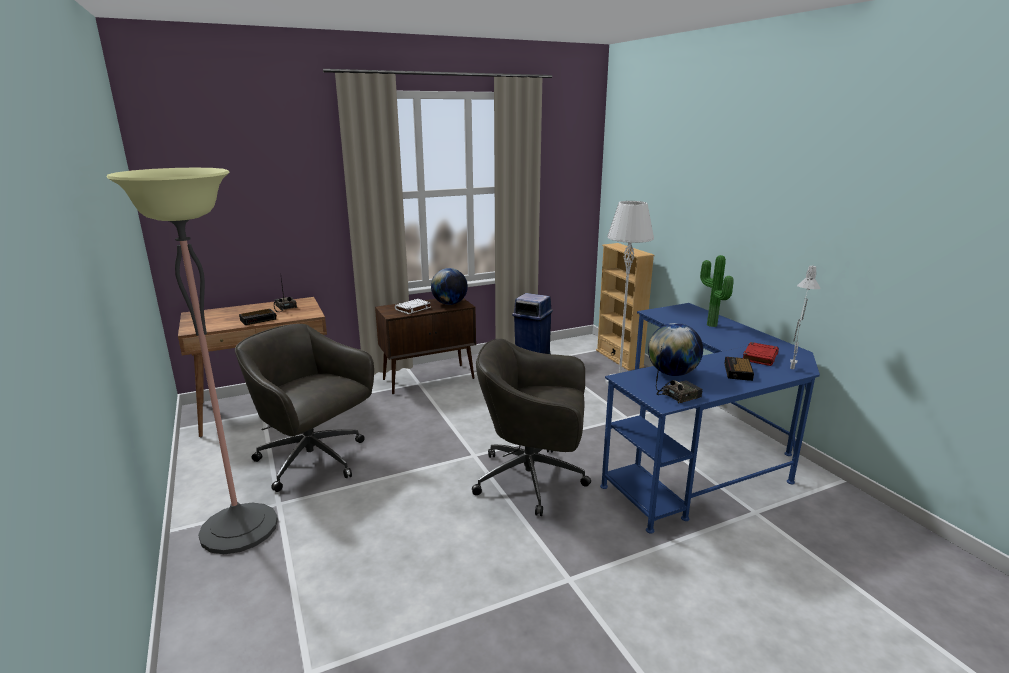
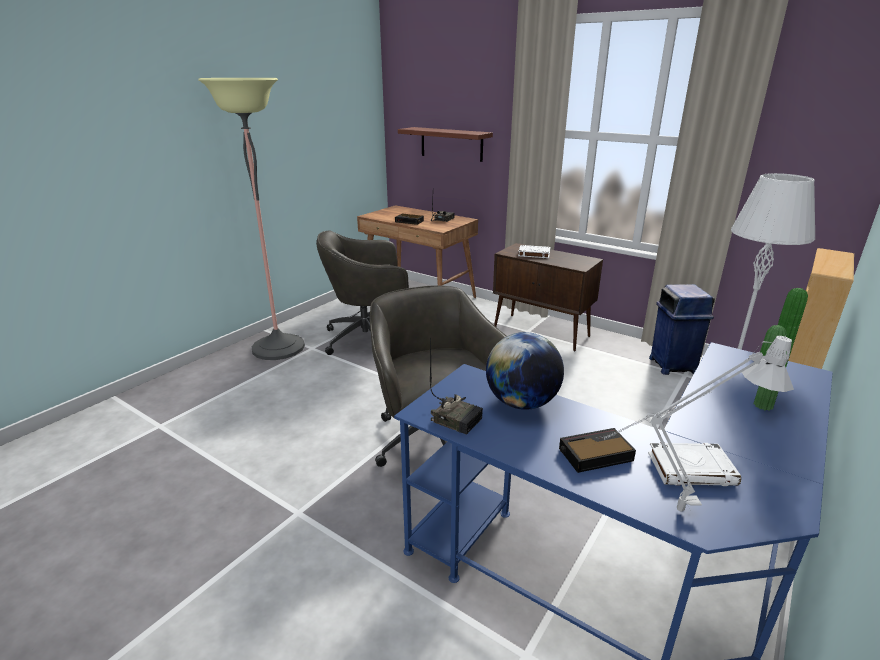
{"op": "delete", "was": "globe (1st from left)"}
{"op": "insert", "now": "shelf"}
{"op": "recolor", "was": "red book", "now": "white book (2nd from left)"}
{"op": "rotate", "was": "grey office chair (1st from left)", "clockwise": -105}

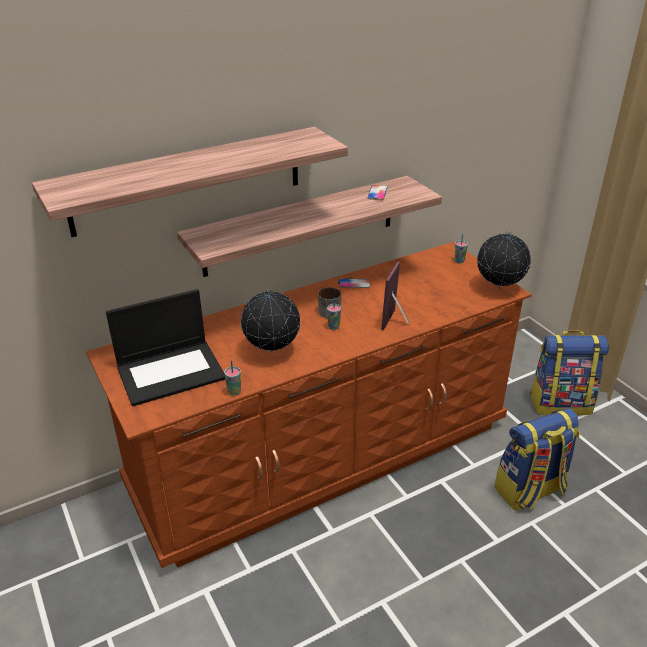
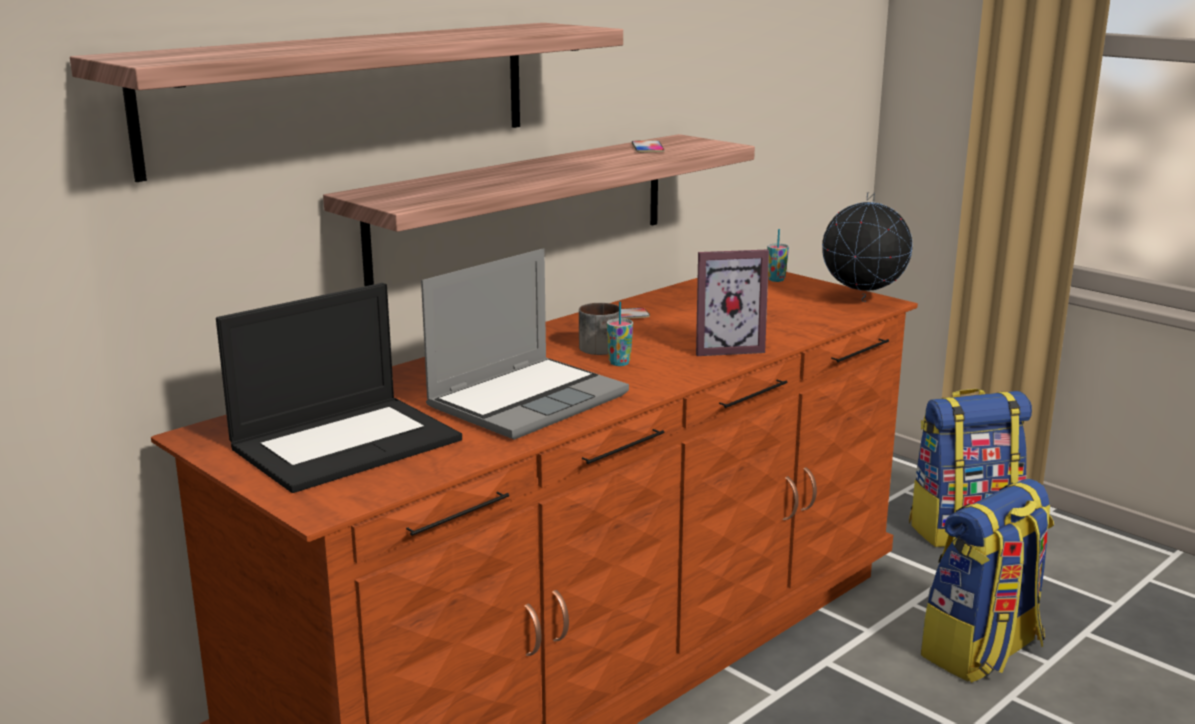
{"op": "delete", "was": "cup (1st from left)"}
{"op": "replace", "was": "globe (1st from left)", "now": "laptop (2nd from left)"}
{"op": "rotate", "was": "picture frame", "clockwise": -105}

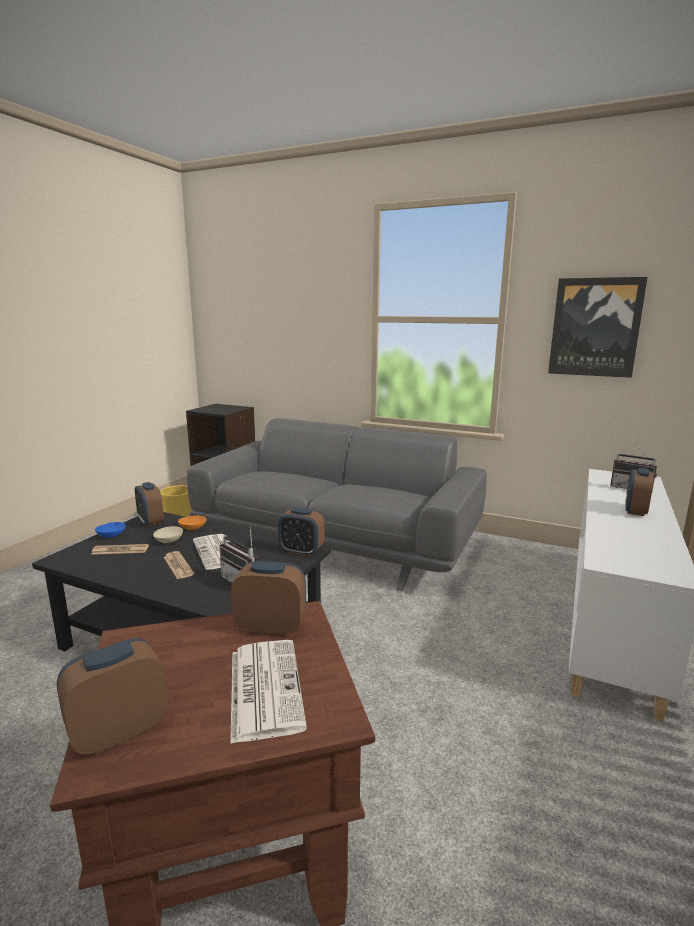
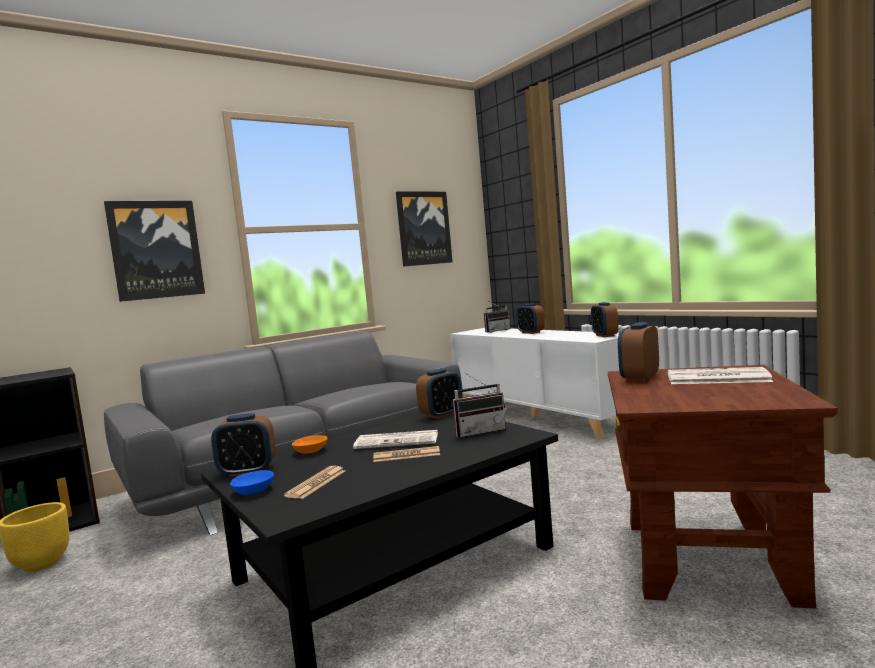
{"op": "delete", "was": "beige bowl"}
{"op": "insert", "now": "picture (1st from left)"}
{"op": "move", "was": "alarm clock (1st from left in the first image)", "now": "alarm clock (4th from left)"}

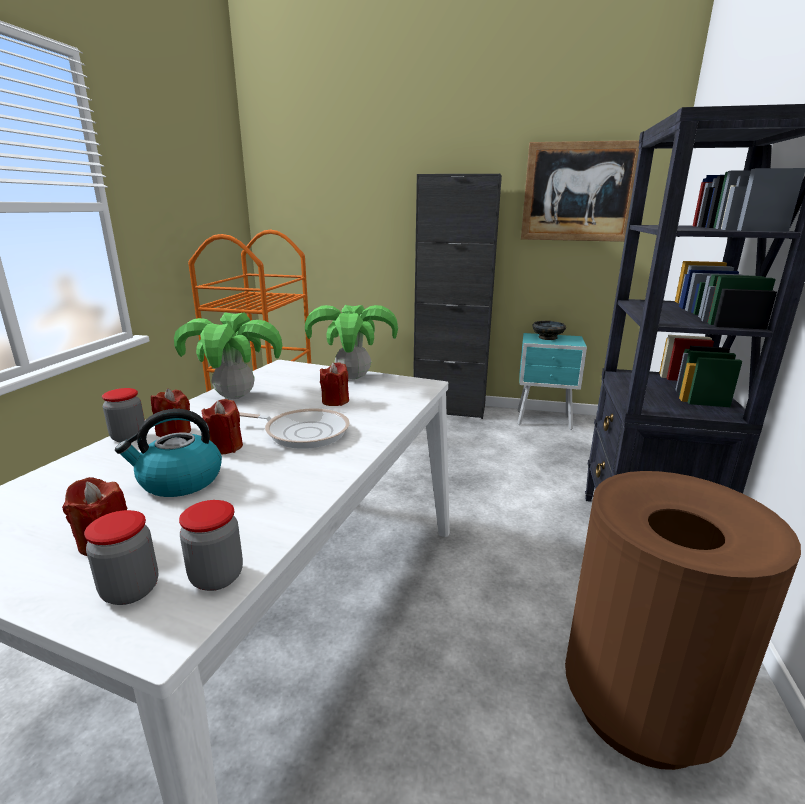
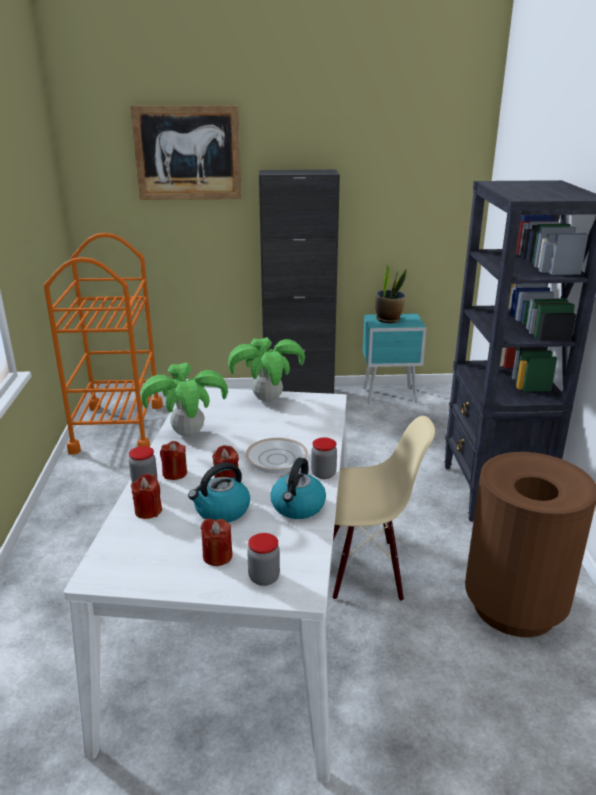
{"op": "insert", "now": "kettle (2nd from left)"}
{"op": "insert", "now": "beige chair"}
{"op": "move", "was": "jar (3rd from left)"}
{"op": "move", "was": "red candle (4th from left in the first image)", "now": "red candle (1st from left)"}
{"op": "move", "was": "picture"}
{"op": "replace", "was": "black bowl", "now": "potted plant (3rd from left)"}

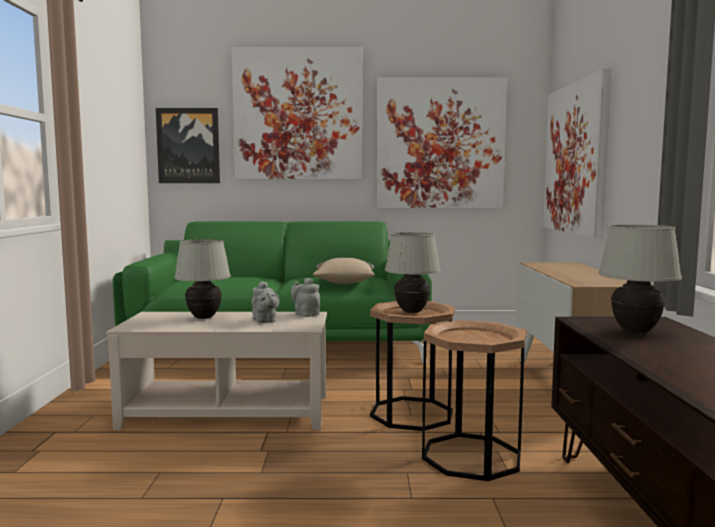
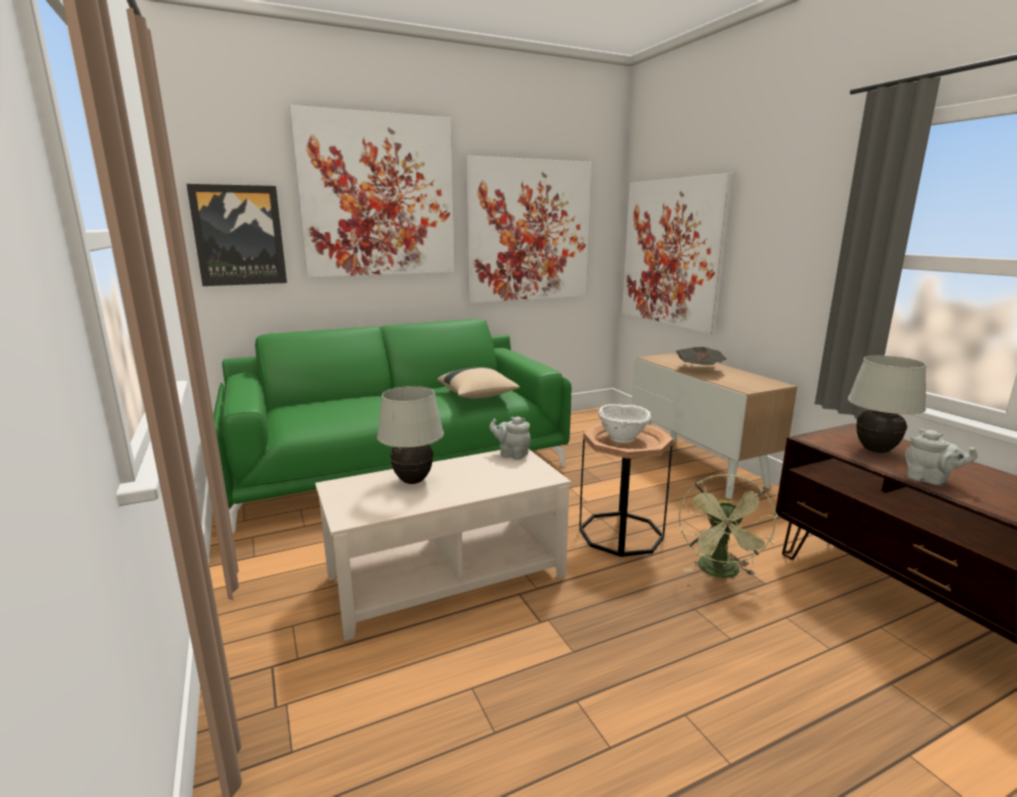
{"op": "insert", "now": "newspaper"}
{"op": "move", "was": "grey teapot (1st from left in the first image)", "now": "grey teapot (2nd from left)"}
{"op": "replace", "was": "white table lamp (2nd from left)", "now": "white bowl"}
{"op": "replace", "was": "brown side table (2nd from left)", "now": "green fan"}

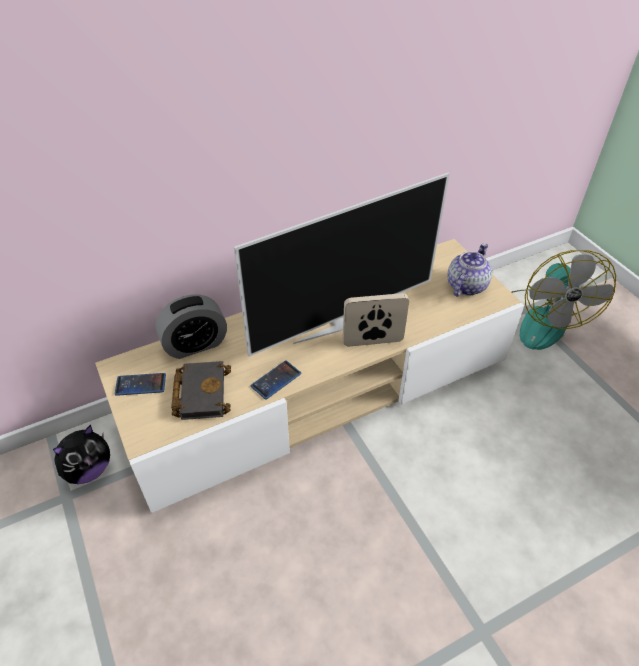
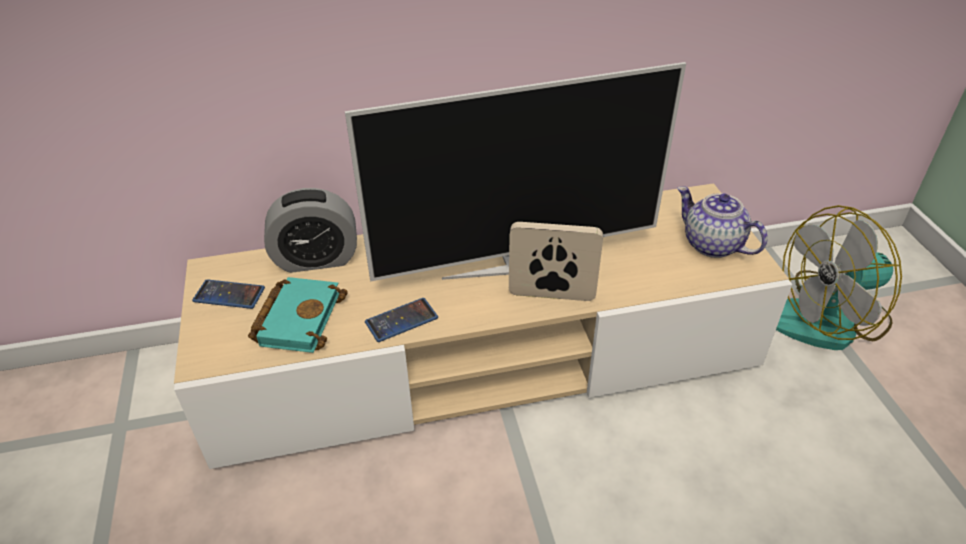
{"op": "delete", "was": "plush toy"}
{"op": "recolor", "was": "black book", "now": "turquoise book"}
{"op": "rotate", "was": "teapot", "clockwise": -90}
{"op": "rotate", "was": "fan", "clockwise": 60}

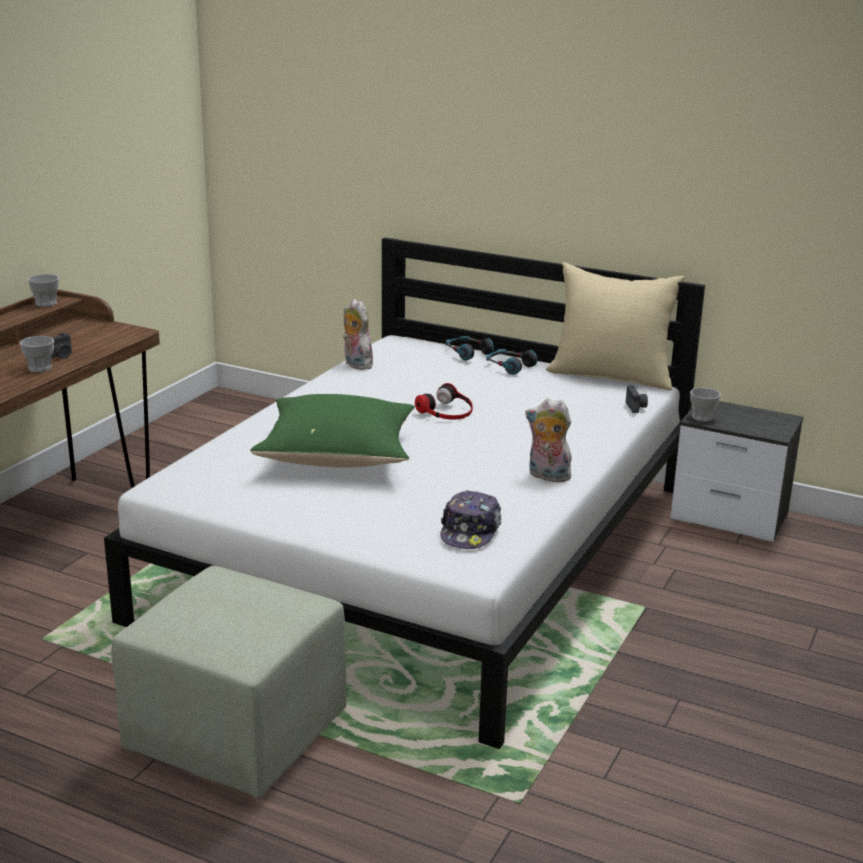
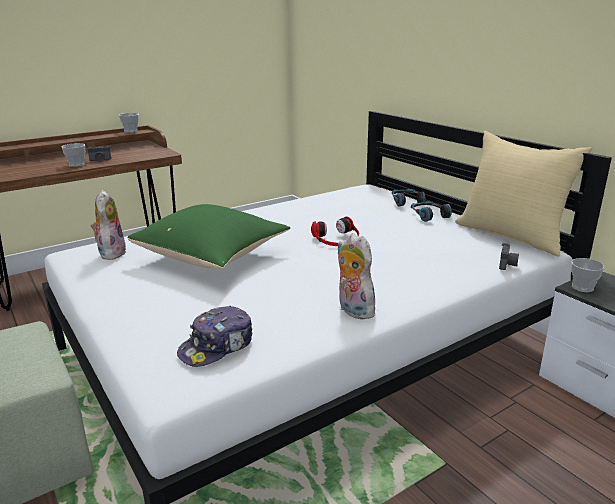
{"op": "move", "was": "plush toy (1st from left)"}

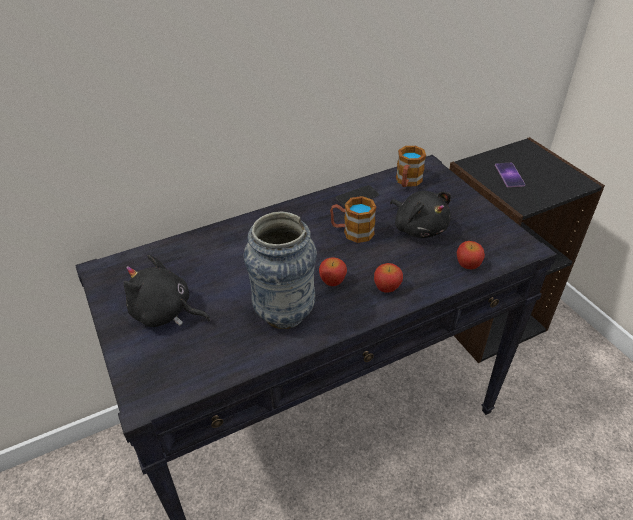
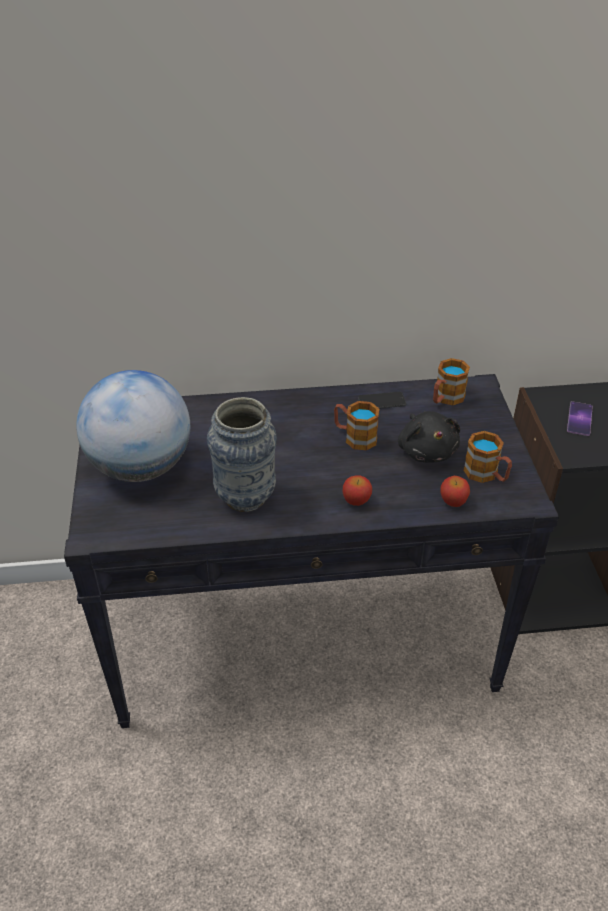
{"op": "delete", "was": "apple (1st from left)"}
{"op": "insert", "now": "mug (3rd from left)"}
{"op": "replace", "was": "black plush toy (1st from left)", "now": "globe"}

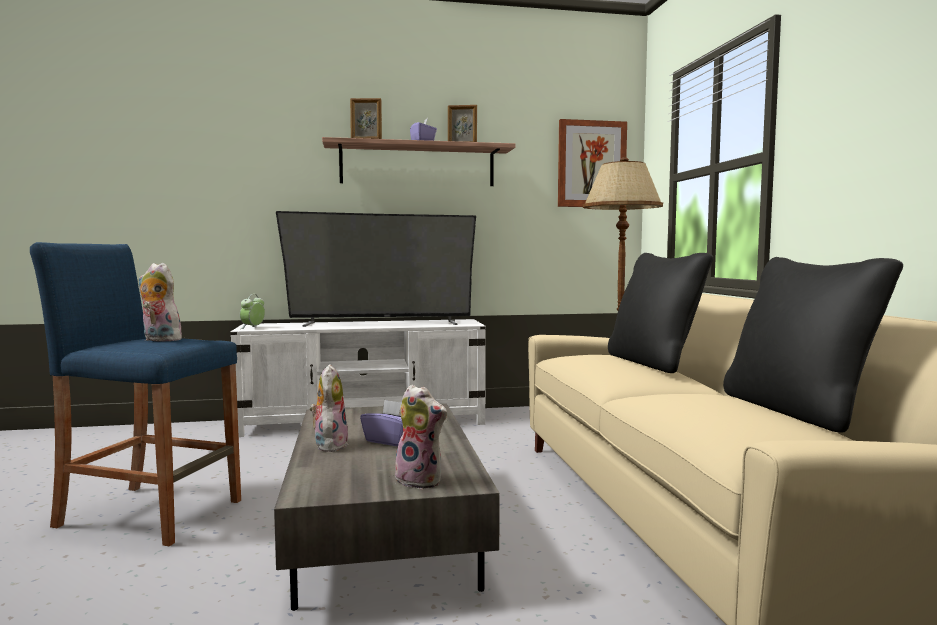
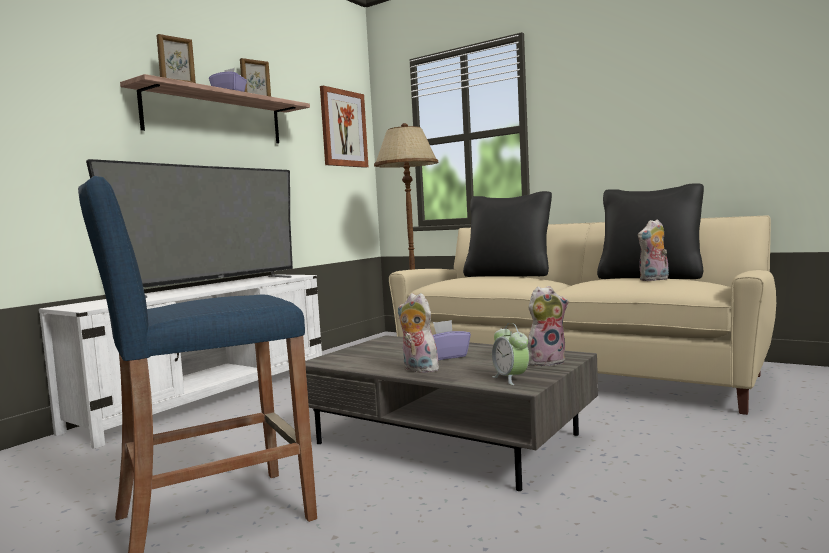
{"op": "move", "was": "plush toy (1st from left in the first image)", "now": "plush toy (3rd from left)"}
{"op": "move", "was": "alarm clock"}

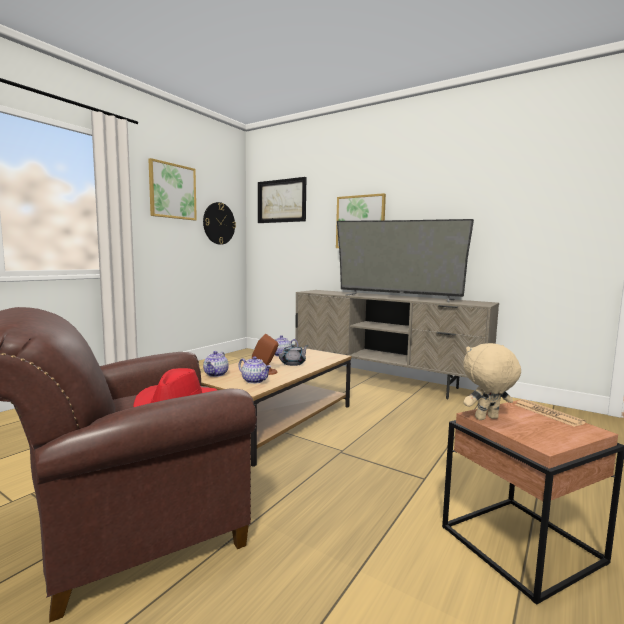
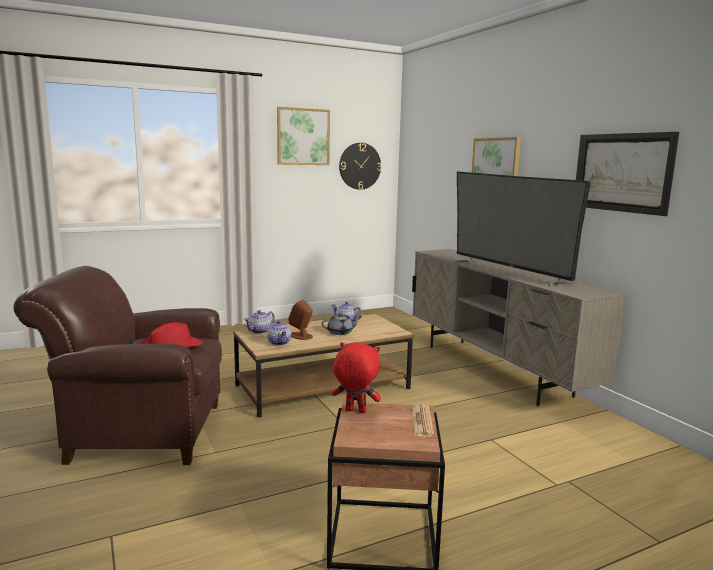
{"op": "move", "was": "picture (2nd from left in the first image)", "now": "picture (3rd from left)"}
{"op": "recolor", "was": "beige plush toy", "now": "red plush toy"}

